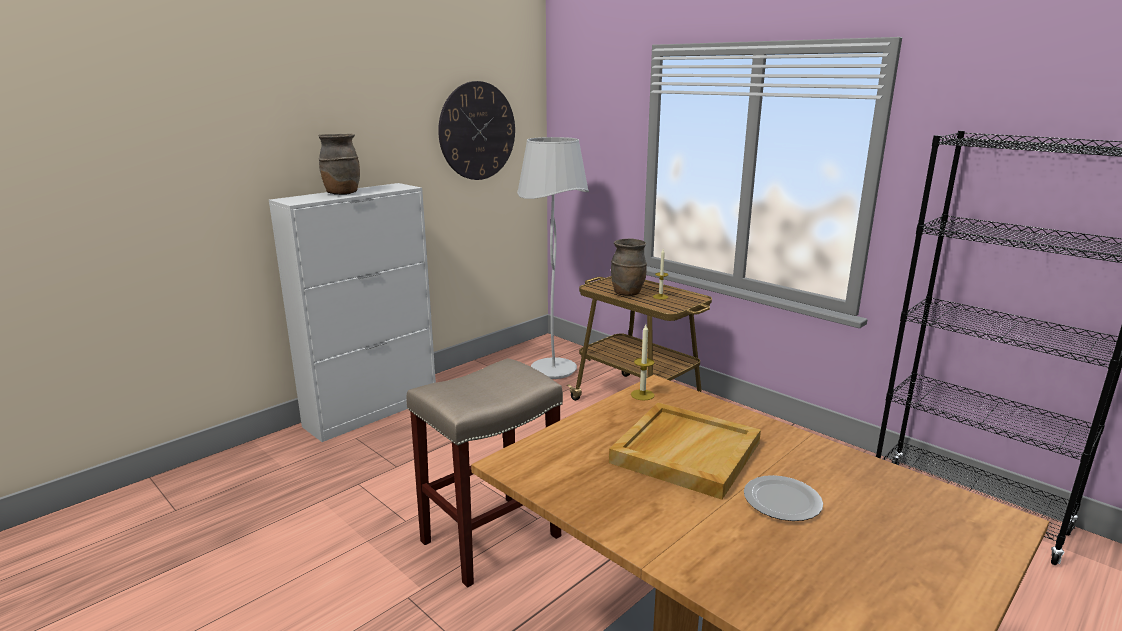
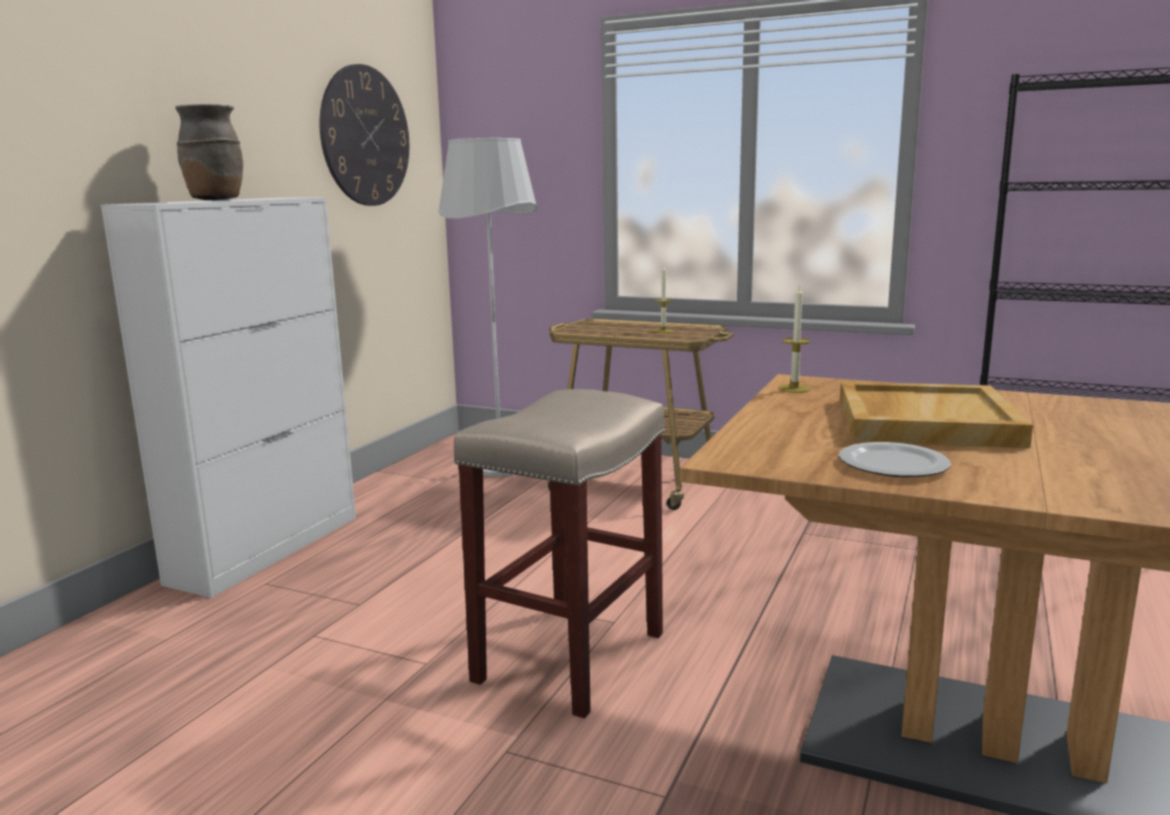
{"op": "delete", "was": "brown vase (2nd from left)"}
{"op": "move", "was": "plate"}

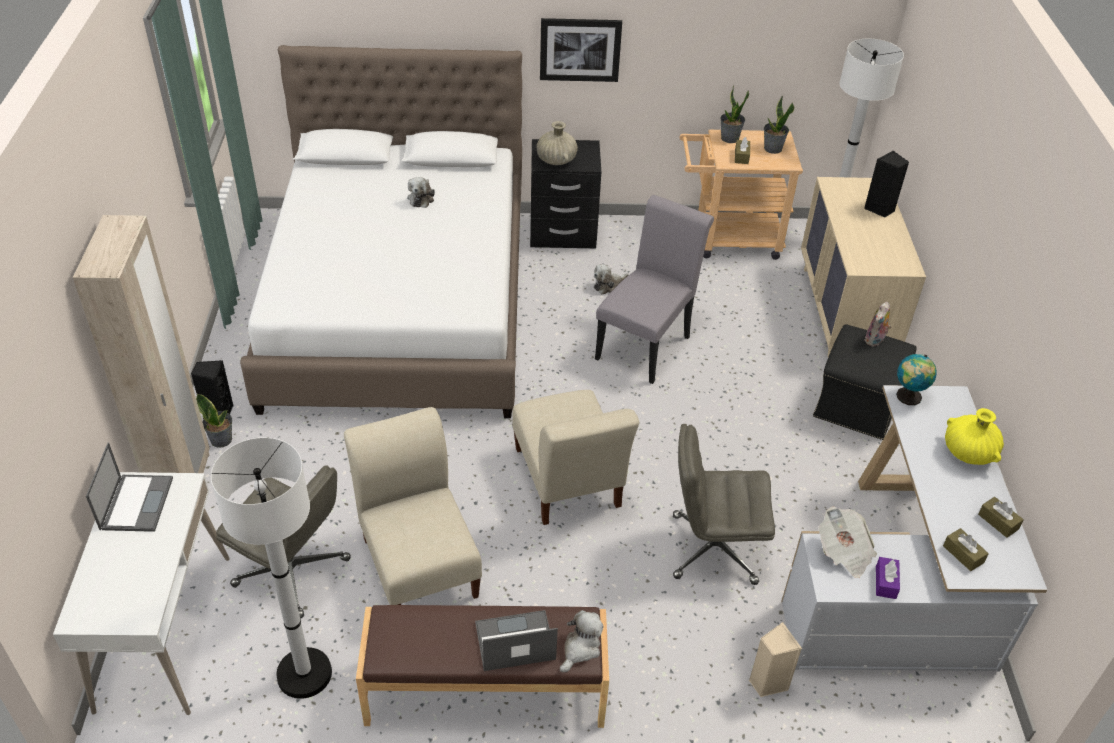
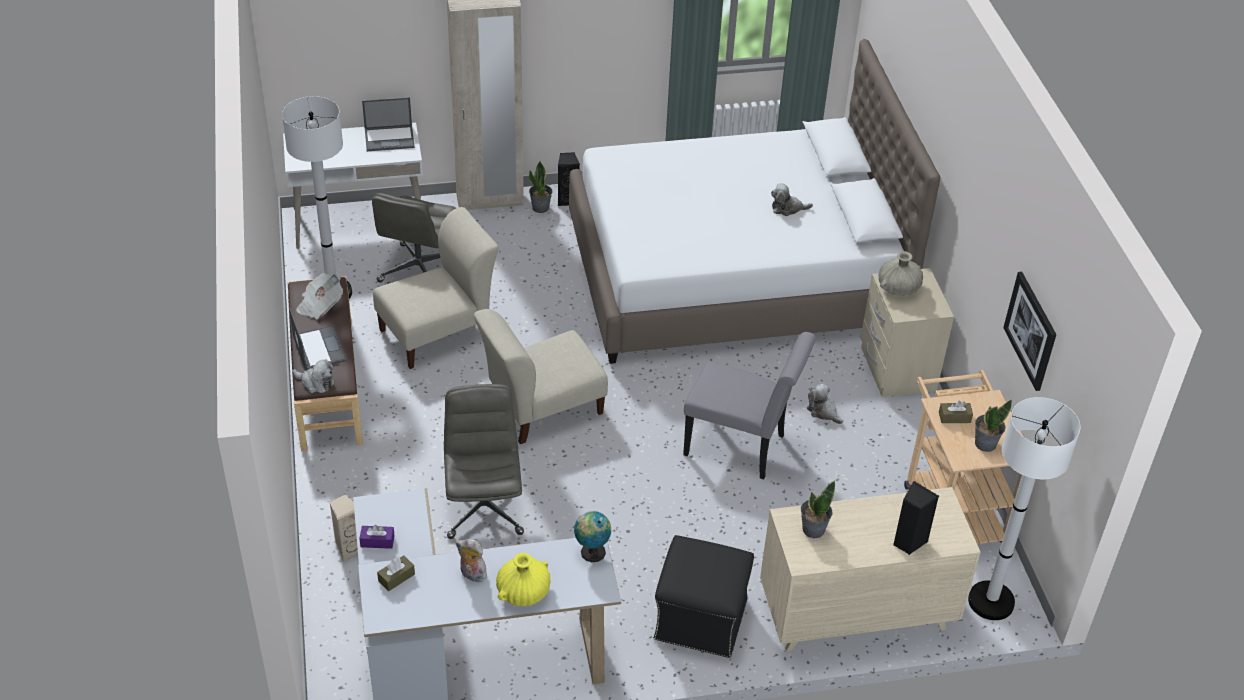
{"op": "delete", "was": "brown tissue box (3rd from left)"}
{"op": "move", "was": "picture"}
{"op": "move", "was": "potted plant (2nd from left)"}
{"op": "move", "was": "newspaper"}
{"op": "move", "was": "plush toy (4th from left in the first image)", "now": "plush toy (2nd from left)"}
{"op": "recolor", "was": "black nightstand", "now": "beige nightstand"}

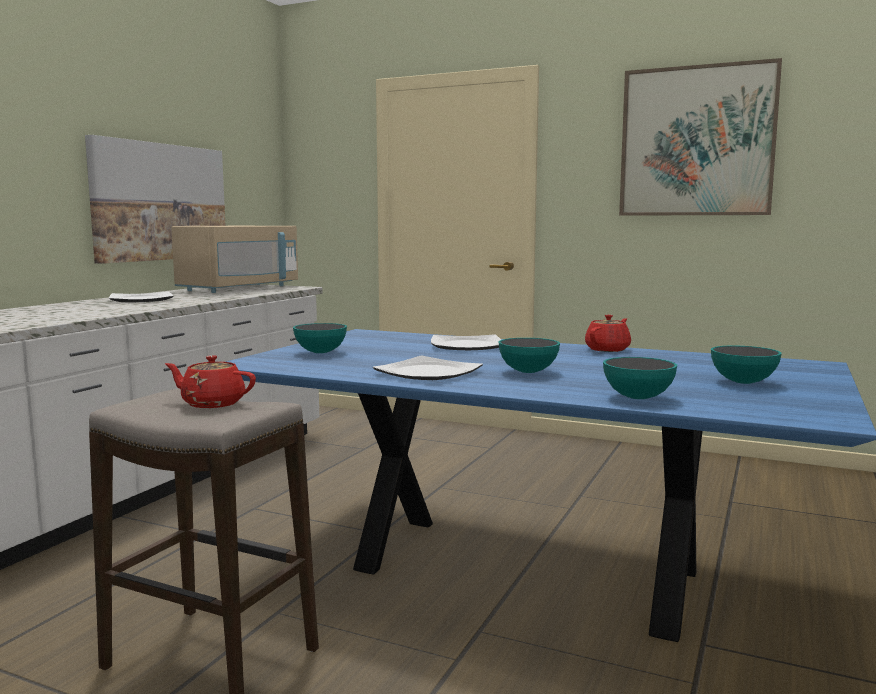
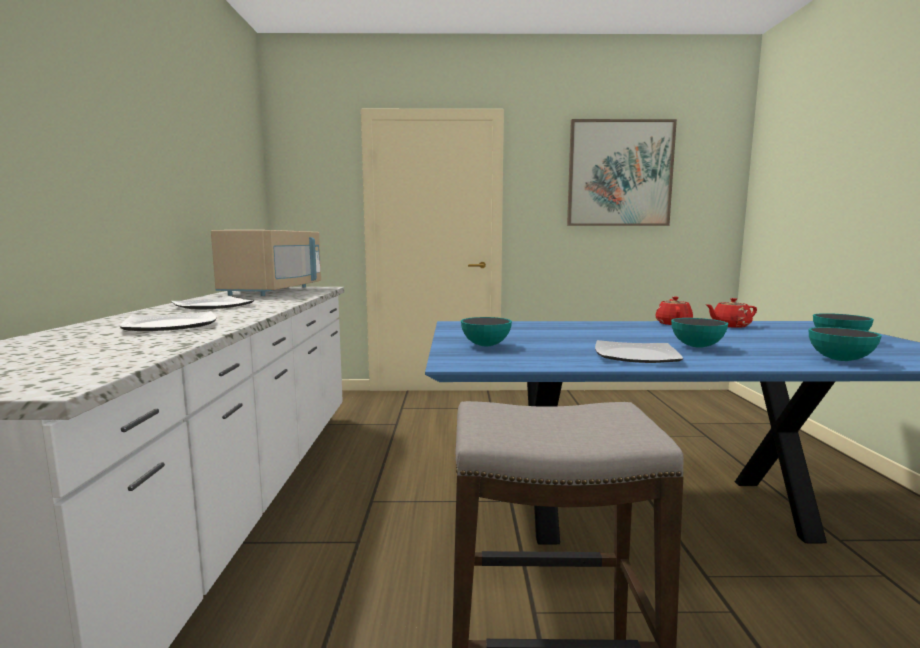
{"op": "delete", "was": "picture (1st from left)"}
{"op": "move", "was": "red teapot (1st from left in the first image)", "now": "red teapot (2nd from left)"}
{"op": "move", "was": "plate (3rd from left in the first image)", "now": "plate (1st from left)"}

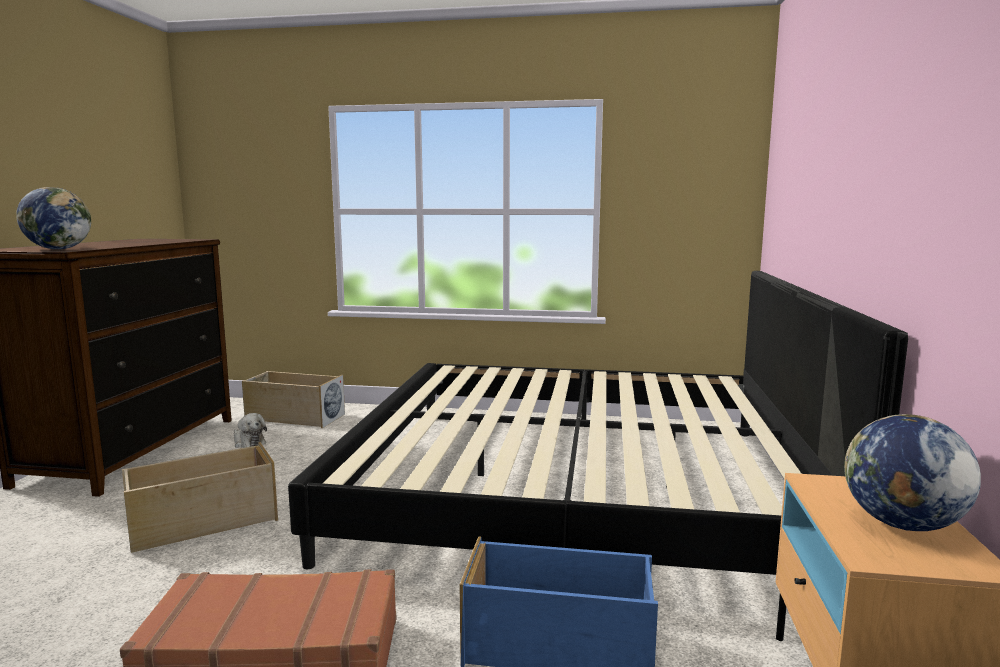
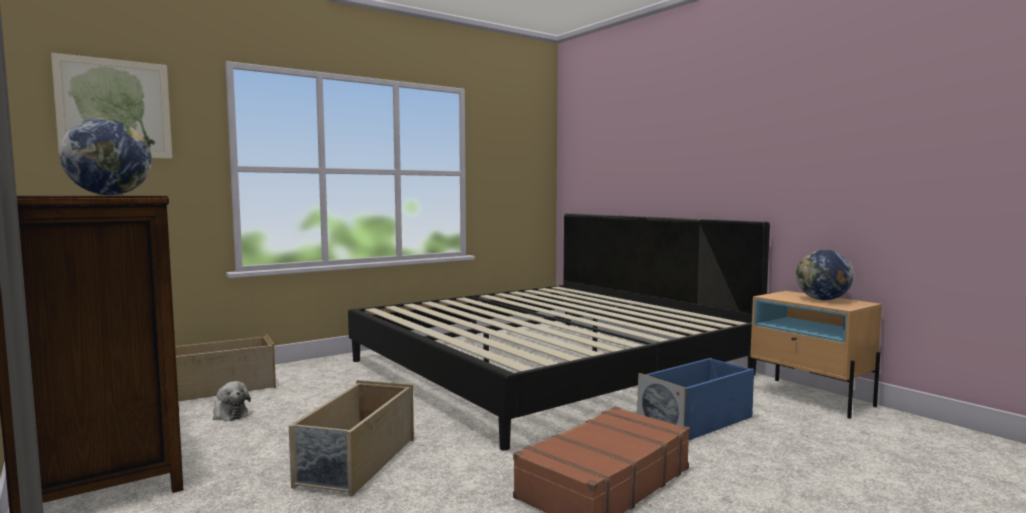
{"op": "insert", "now": "picture"}
{"op": "rotate", "was": "plush toy", "clockwise": 45}

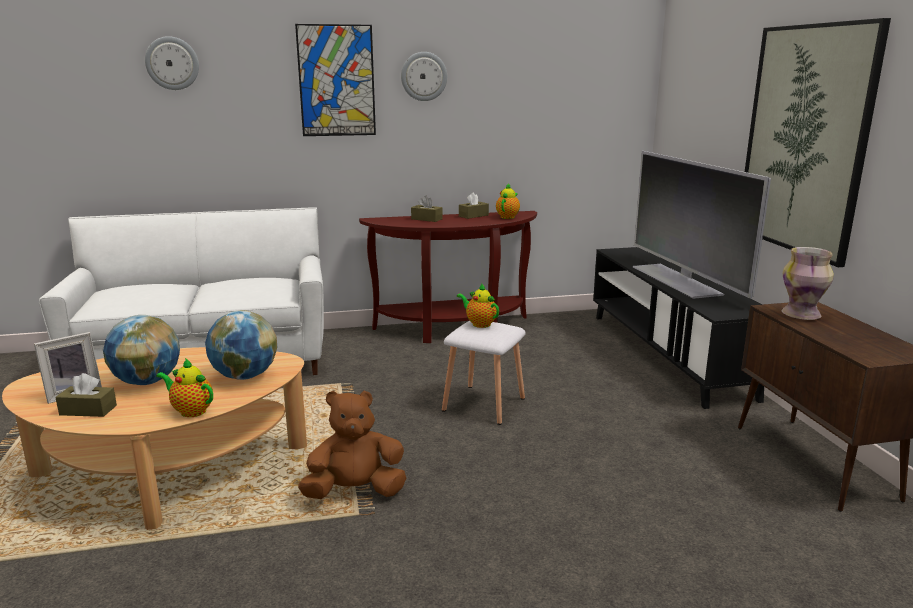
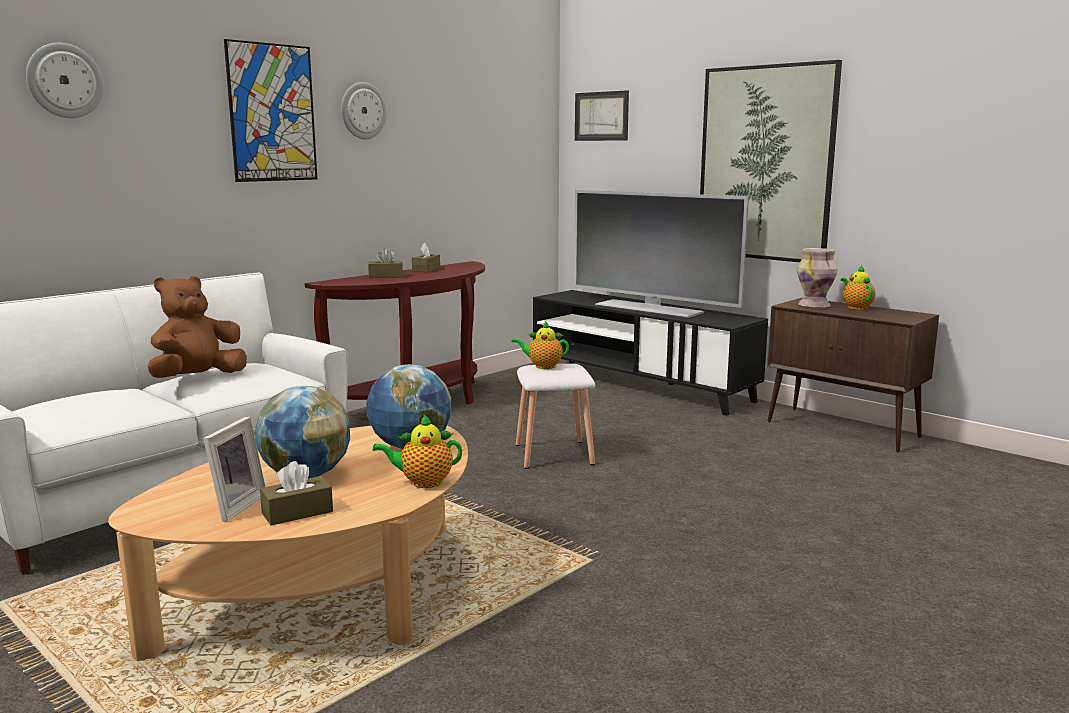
{"op": "insert", "now": "picture (2nd from left)"}
{"op": "move", "was": "brown plush toy"}
{"op": "move", "was": "teapot (3rd from left)"}

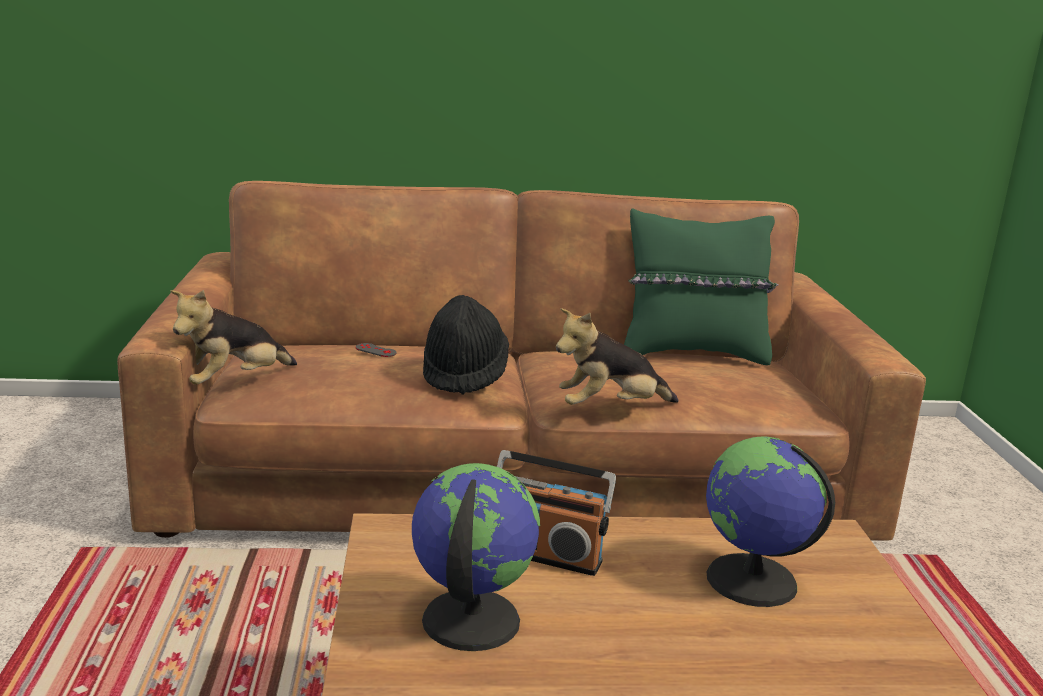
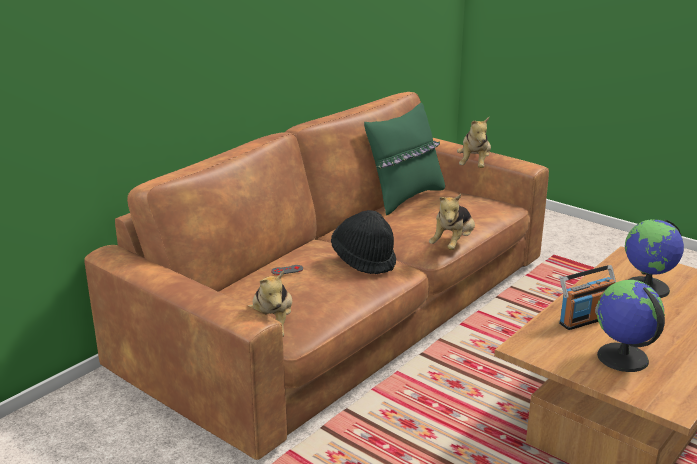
{"op": "insert", "now": "plush toy (3rd from left)"}

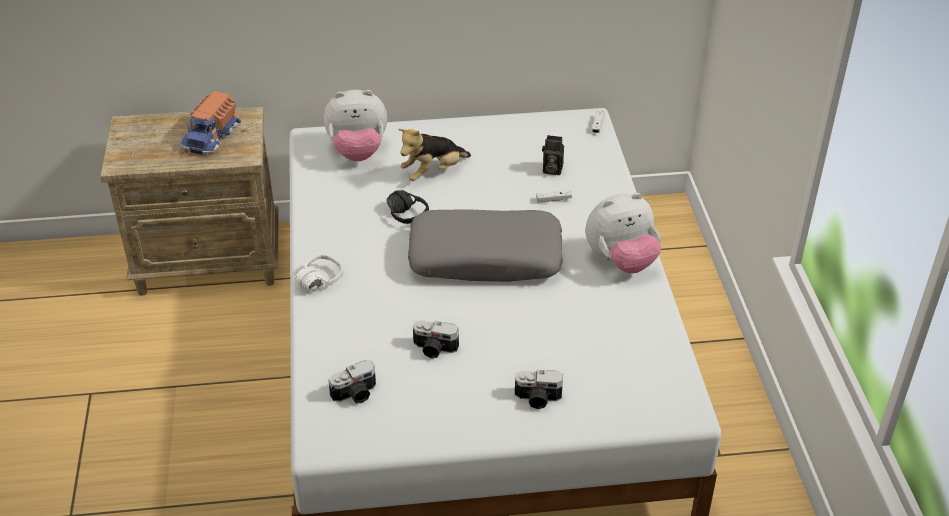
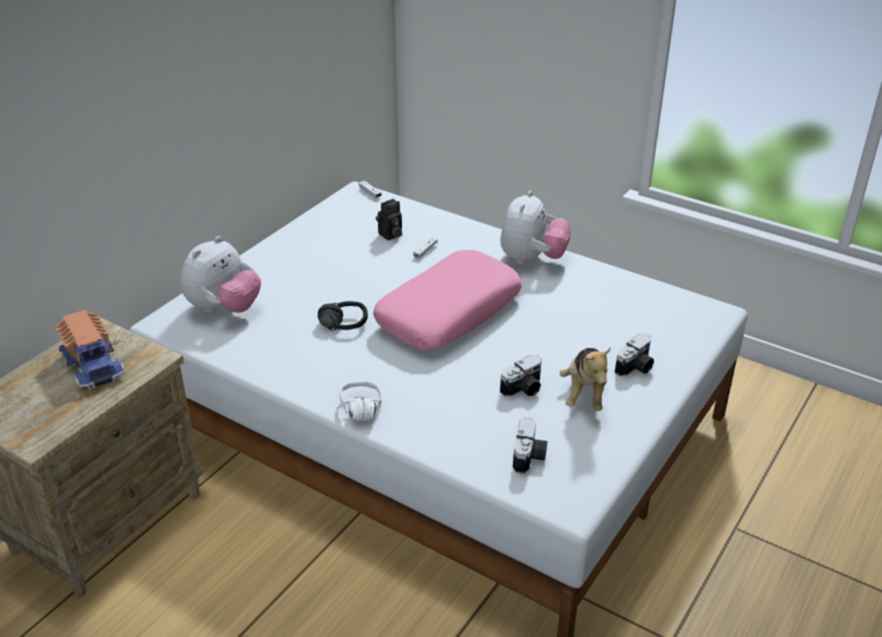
{"op": "move", "was": "plush toy (2nd from left in the first image)", "now": "plush toy (3rd from left)"}
{"op": "recolor", "was": "grey pillow", "now": "pink pillow"}

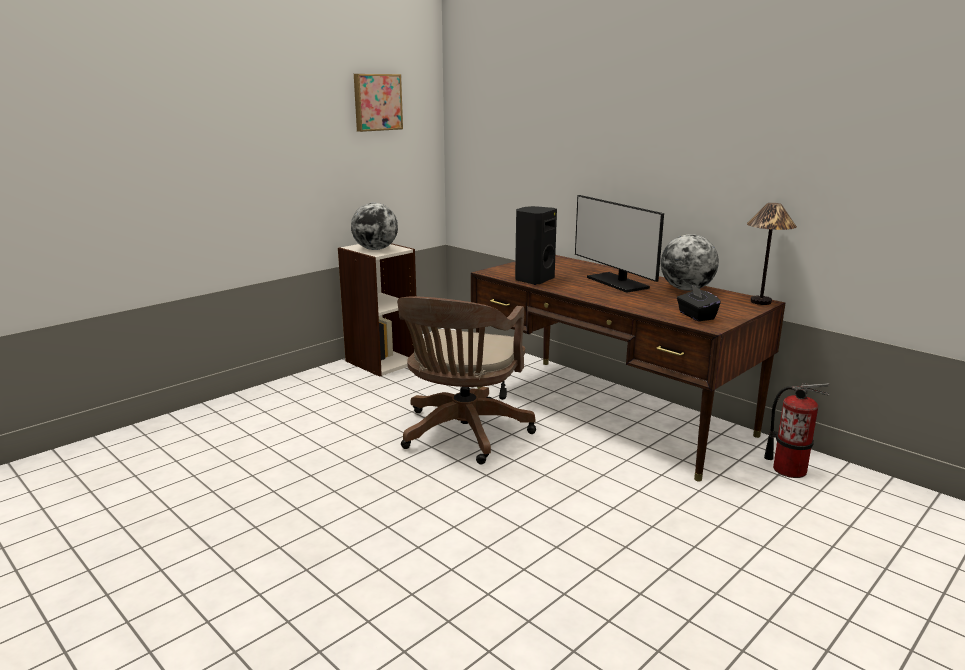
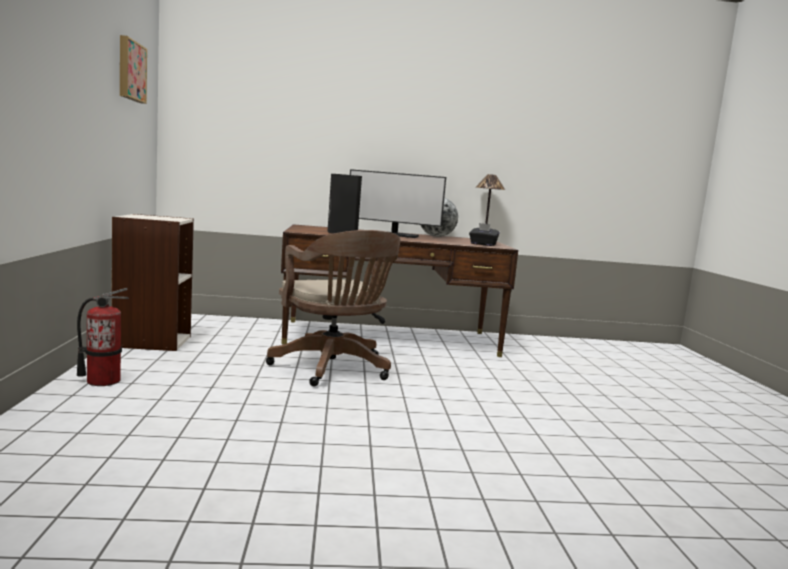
{"op": "delete", "was": "globe (1st from left)"}
{"op": "move", "was": "fire extinguisher"}

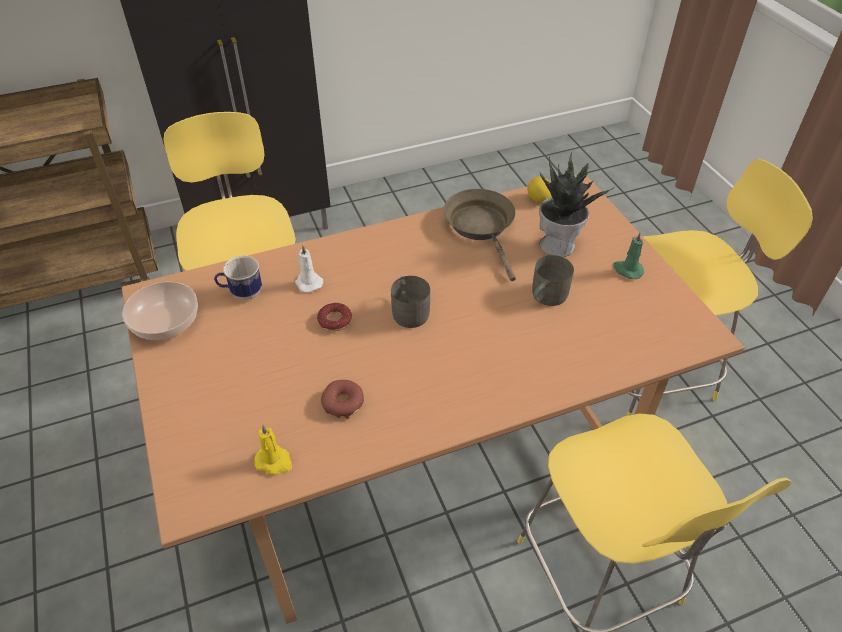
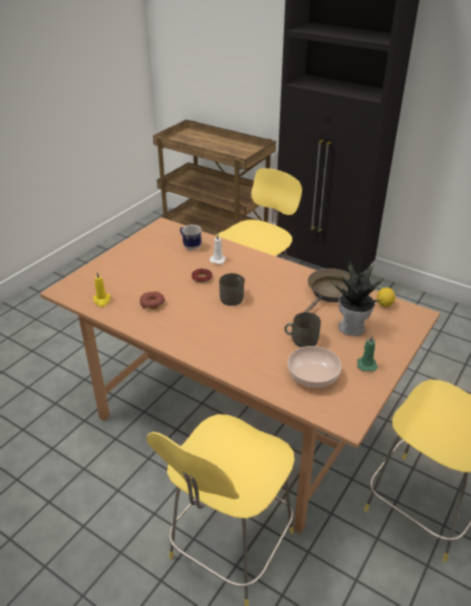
{"op": "move", "was": "bowl"}

